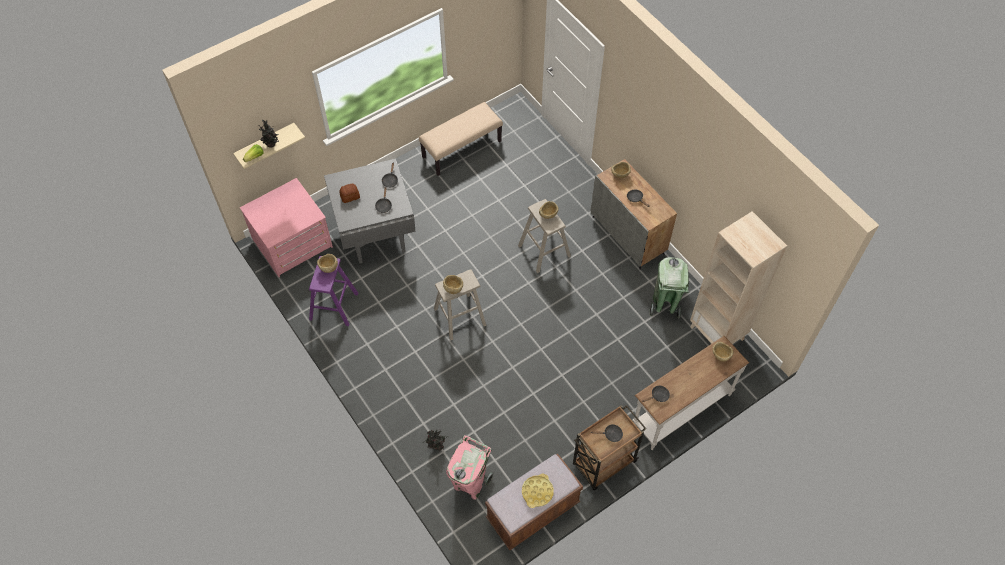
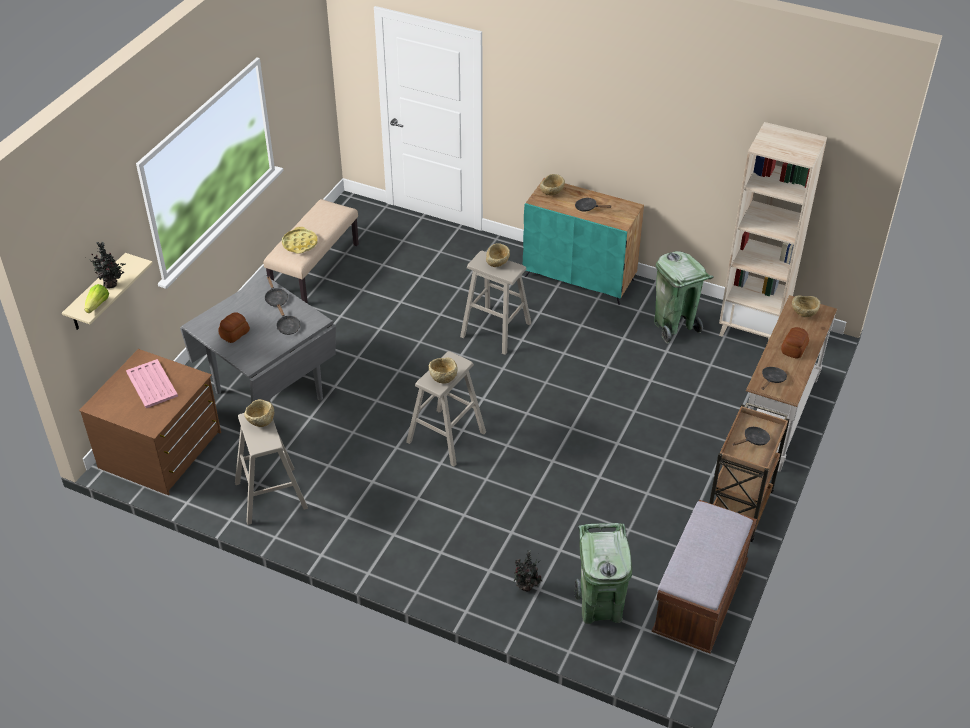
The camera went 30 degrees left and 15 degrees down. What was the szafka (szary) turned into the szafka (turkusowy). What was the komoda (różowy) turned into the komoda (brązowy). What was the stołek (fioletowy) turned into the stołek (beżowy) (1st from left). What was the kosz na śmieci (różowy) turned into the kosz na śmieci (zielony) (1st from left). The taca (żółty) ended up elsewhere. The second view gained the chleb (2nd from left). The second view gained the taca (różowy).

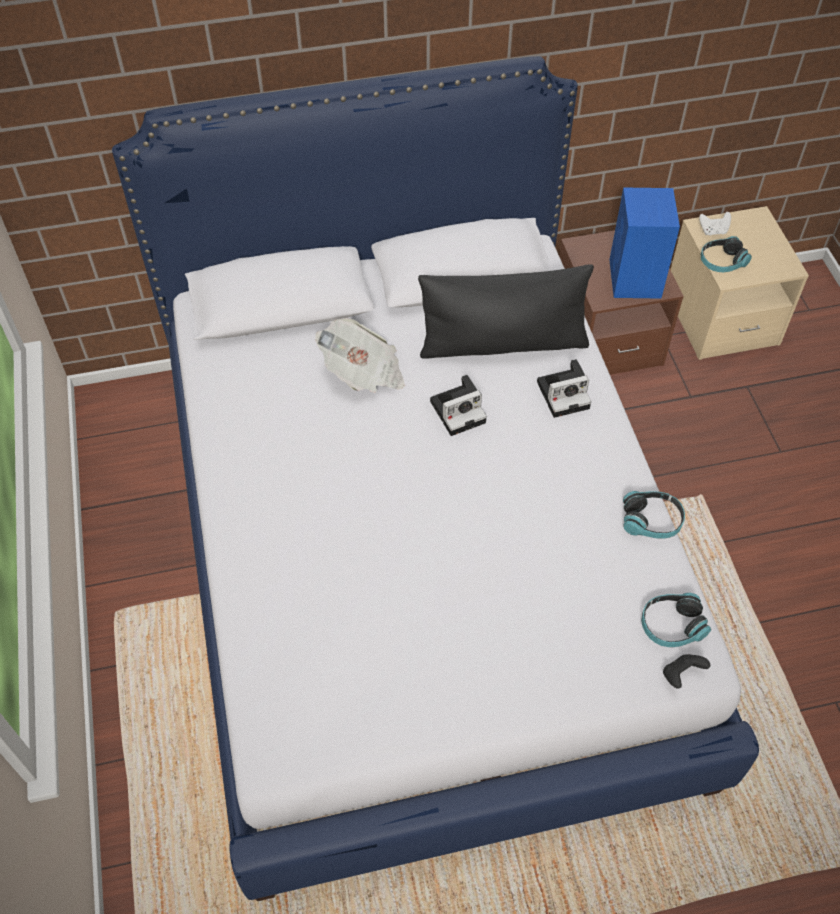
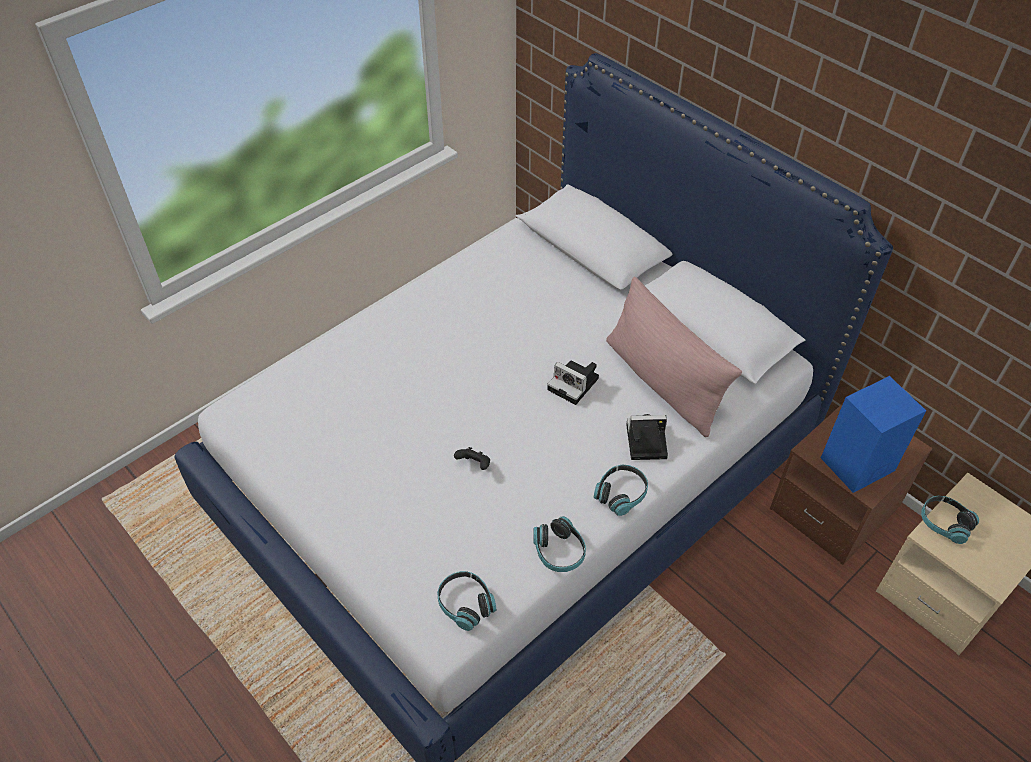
The camera went 60 degrees right and 5 degrees down. The second view lost the pad do gier (biały). What was the poduszka (czarny) turned into the poduszka (różowy). The second view lost the gazeta. The aparat fotograficzny (2nd from left) ended up facing another way, 135 degrees clockwise from before. The pad do gier (czarny) ended up elsewhere. The second view gained the słuchawki (3rd from left).

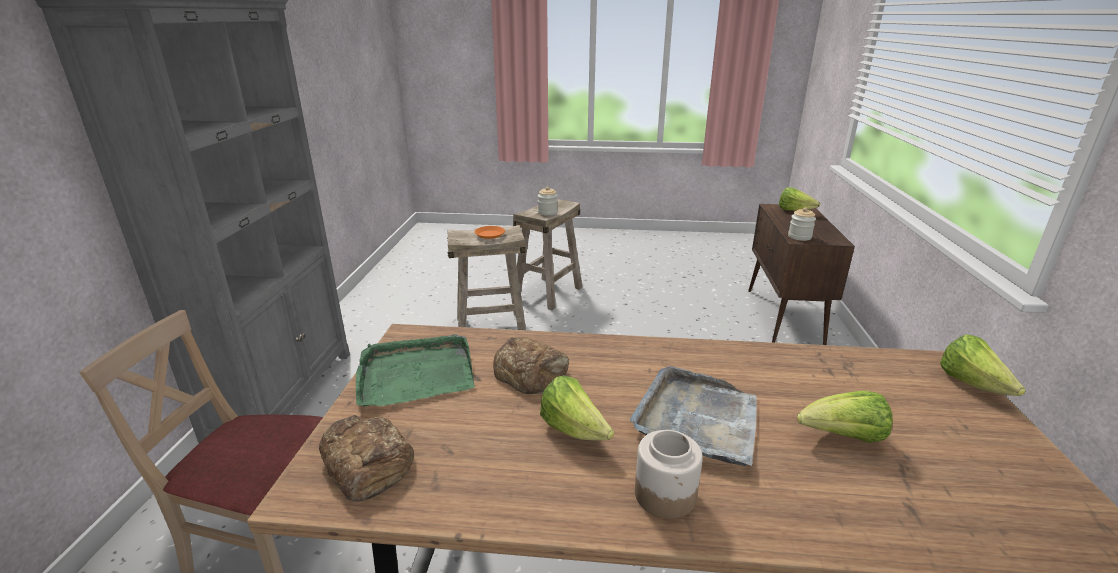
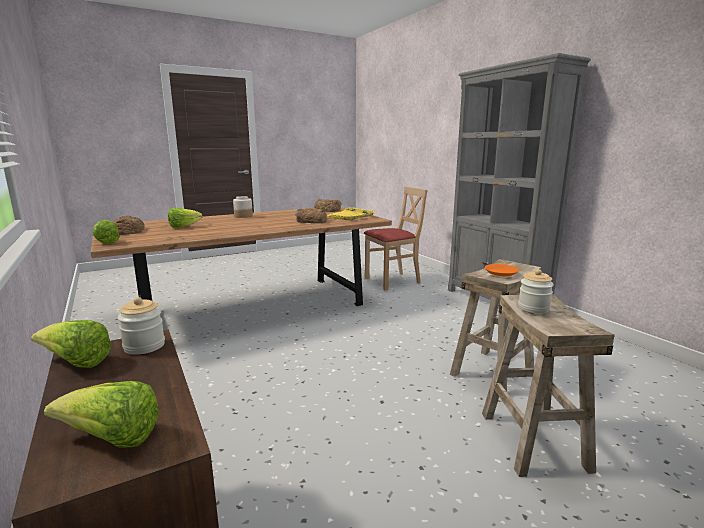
The camera went 145 degrees right and 10 degrees down. What was the taca (zielony) turned into the taca (żółty). The second view lost the taca (szary). The sałata (1st from left) ended up elsewhere. The second view gained the chleb (1st from left).

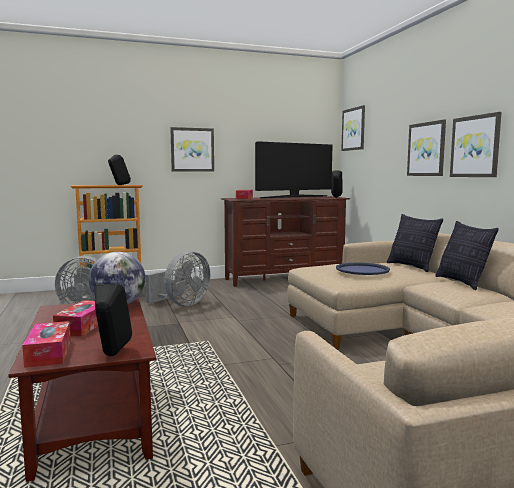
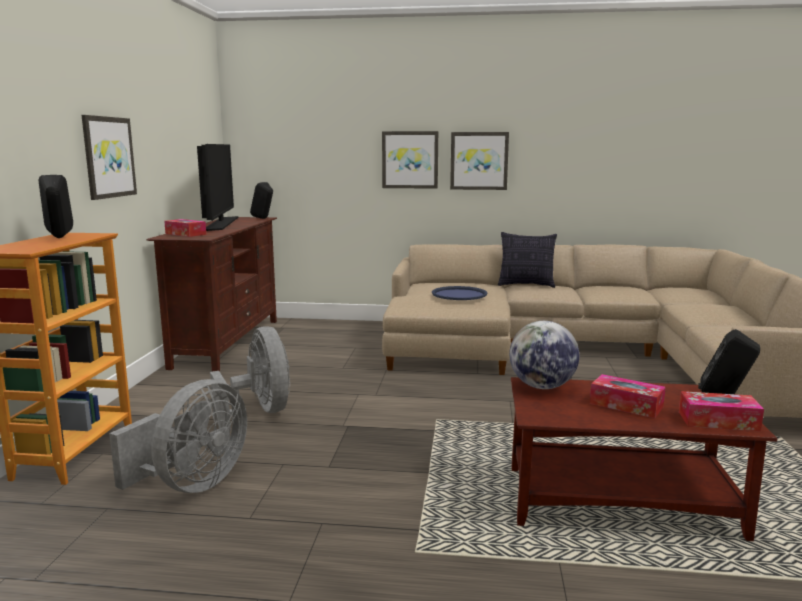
The camera went 65 degrees left and 5 degrees up. The second view lost the obraz (2nd from left). The second view lost the poduszka (1st from left).

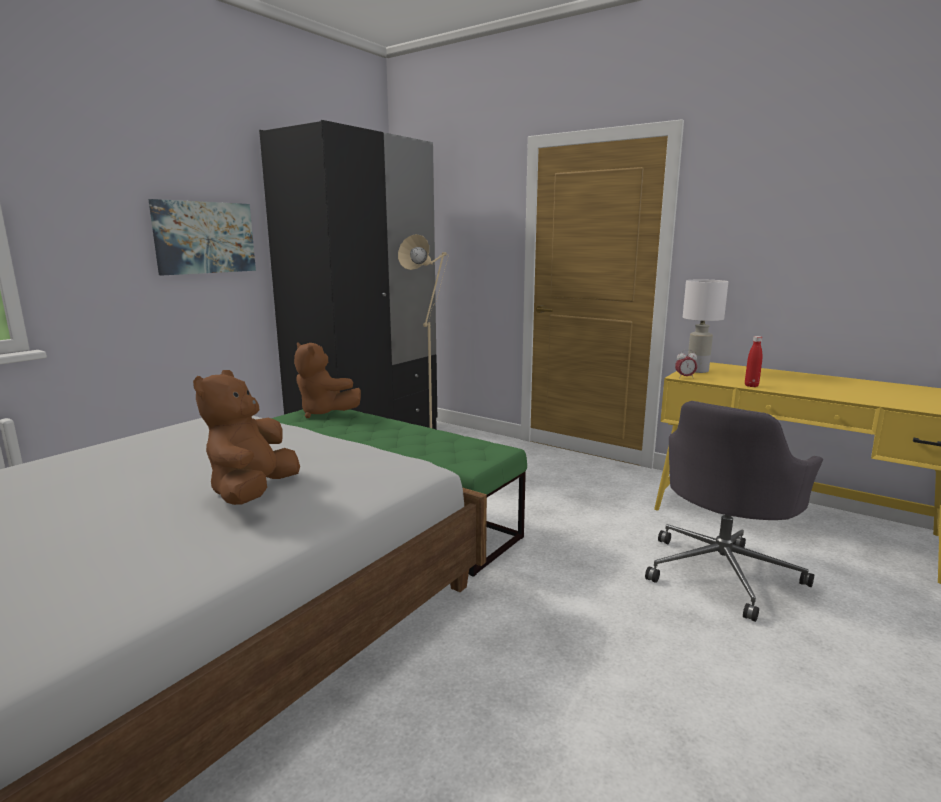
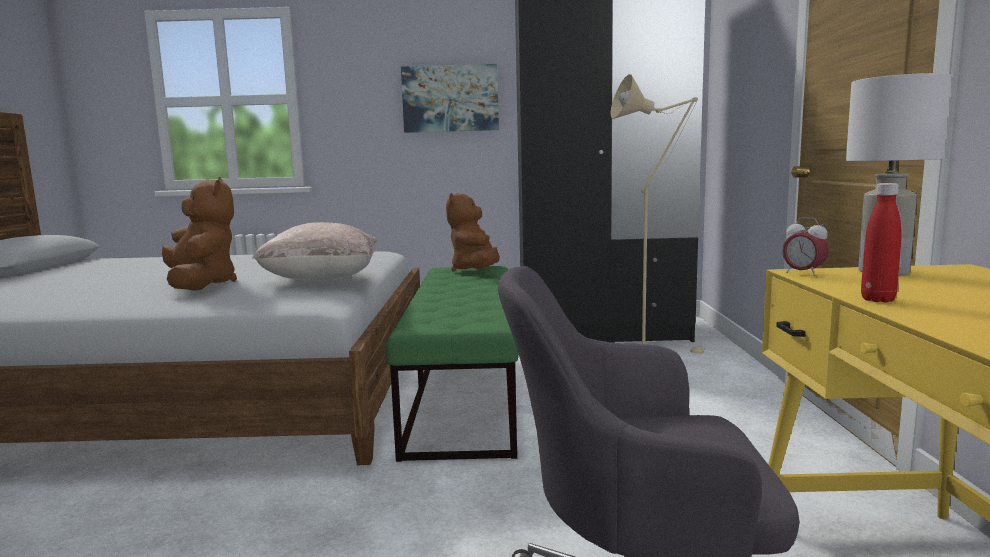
The camera went 55 degrees right and 5 degrees down. The pluszak (brązowy) (1st from left) ended up facing another way, 90 degrees clockwise from before. The second view gained the poduszka (beżowy).

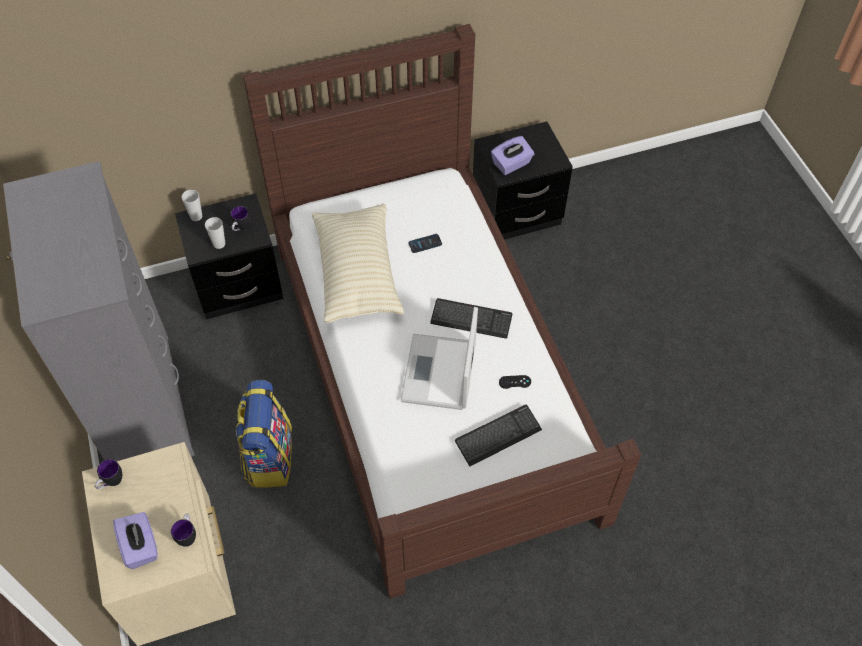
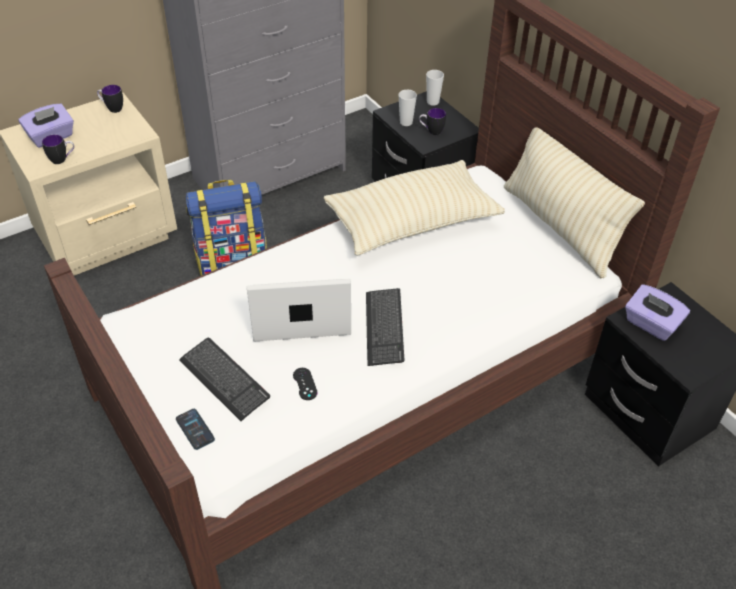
The camera went 75 degrees right and 10 degrees down. The telefon ended up elsewhere. The second view gained the poduszka (beżowy) (2nd from left).

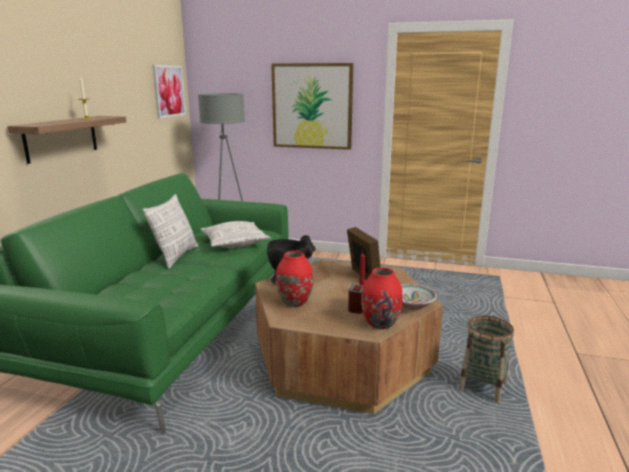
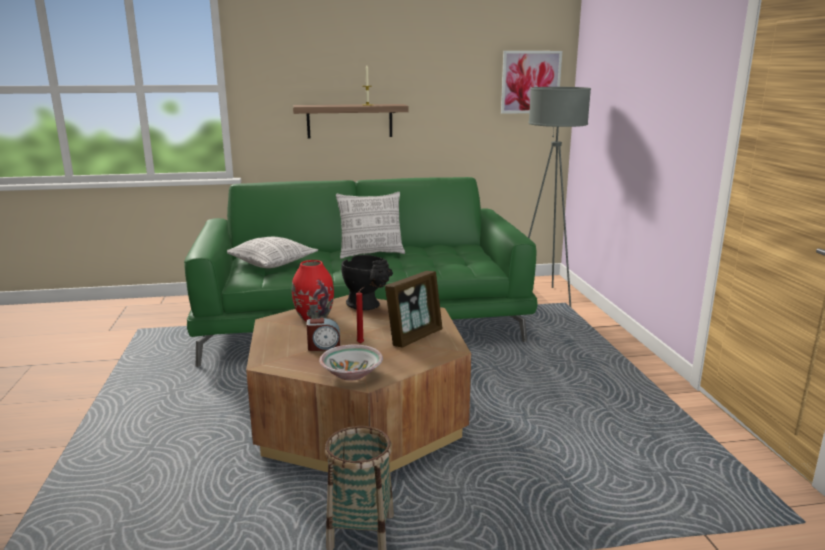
The camera went 65 degrees right and 0 degrees up. The second view lost the obraz (2nd from left). The poduszka (2nd from left in the first image) ended up elsewhere. The second view lost the wazon (czerwony) (2nd from left).

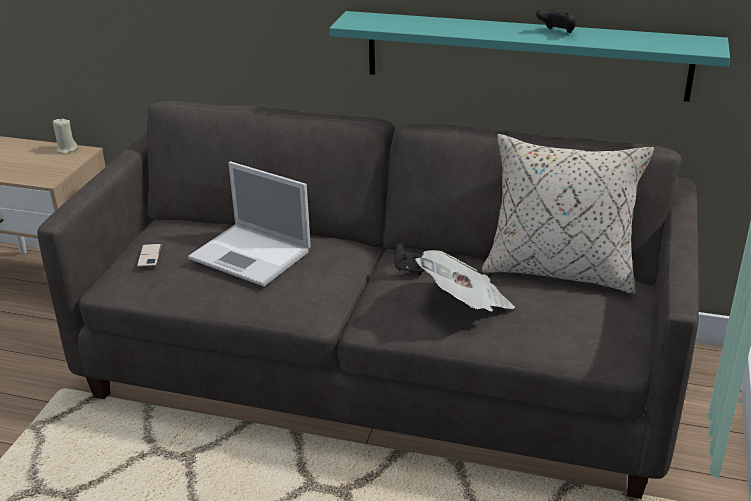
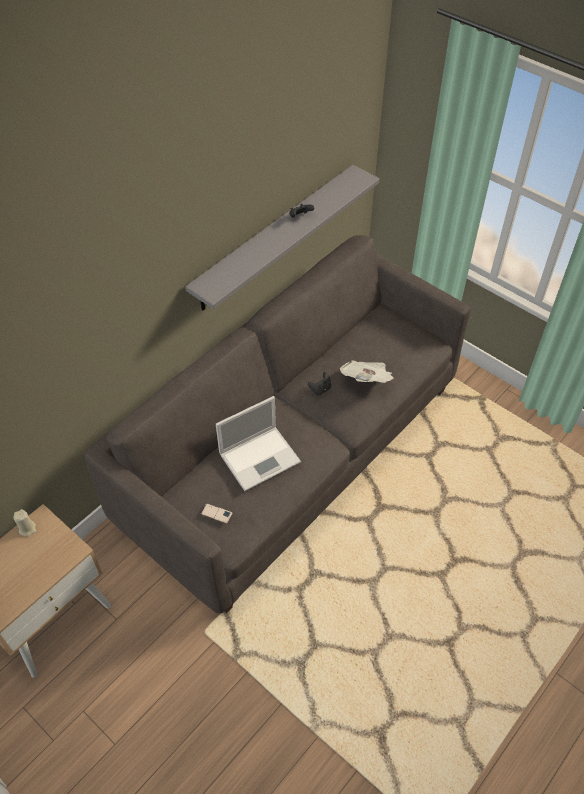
The camera went 65 degrees left and 20 degrees up. What was the półka (turkusowy) turned into the półka (szary). The second view lost the poduszka (beżowy).

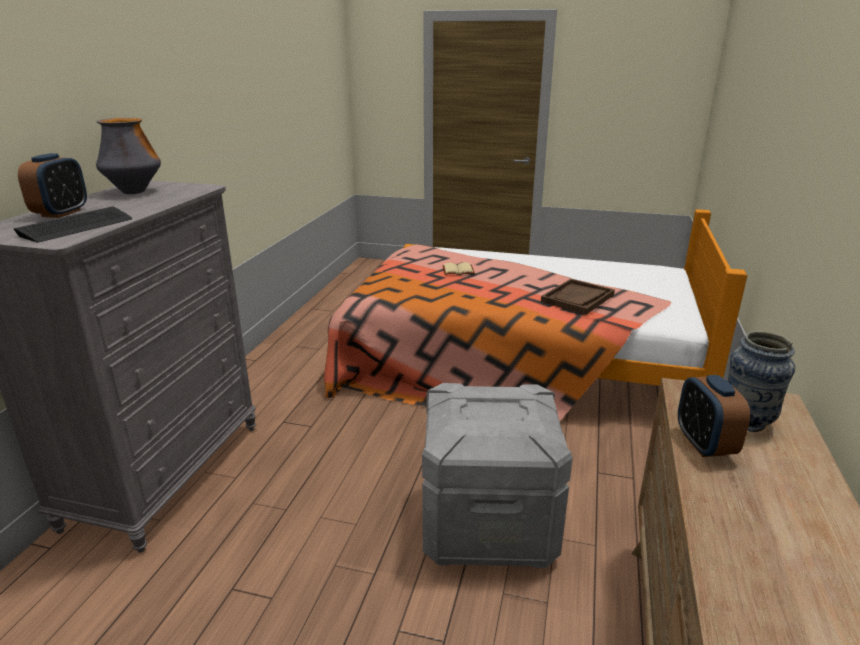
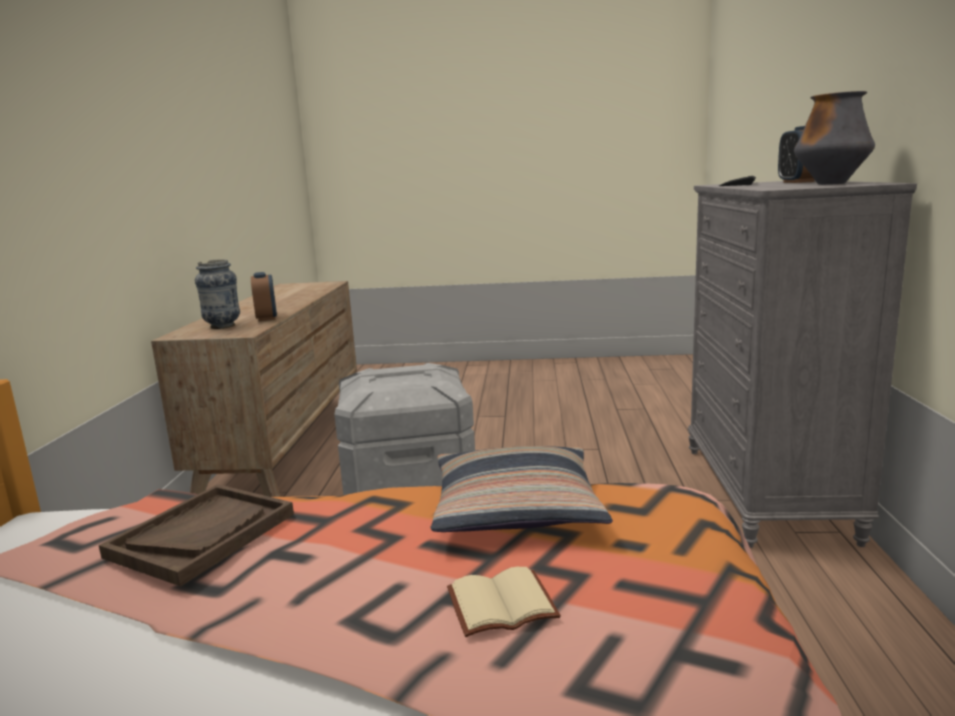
The camera went 170 degrees right and 10 degrees down. The second view gained the poduszka.

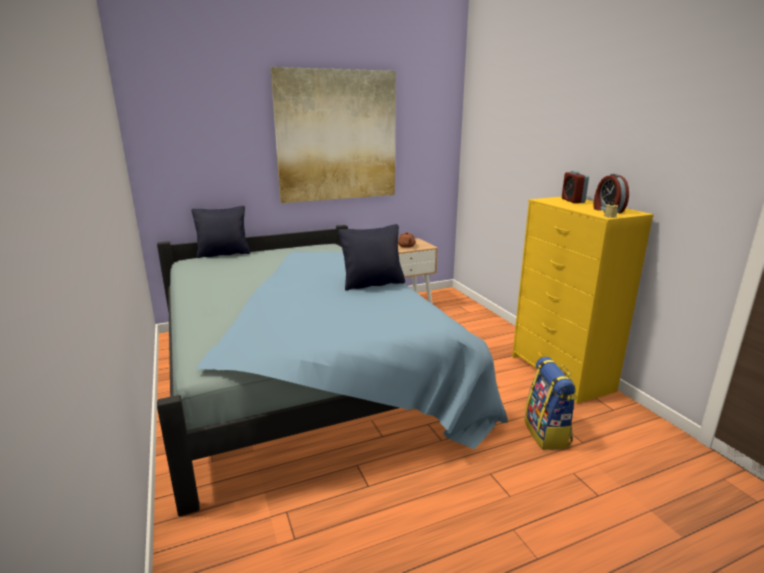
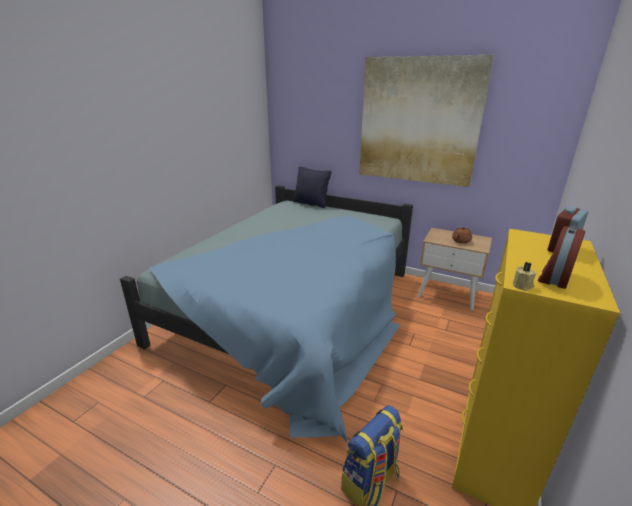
The camera went 50 degrees right and 5 degrees up. The second view lost the poduszka (czarny) (2nd from left).

